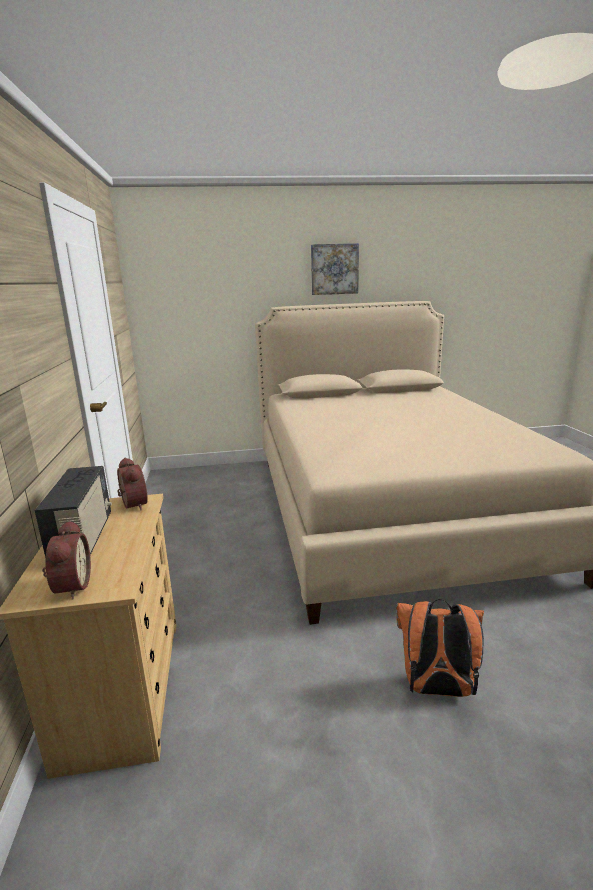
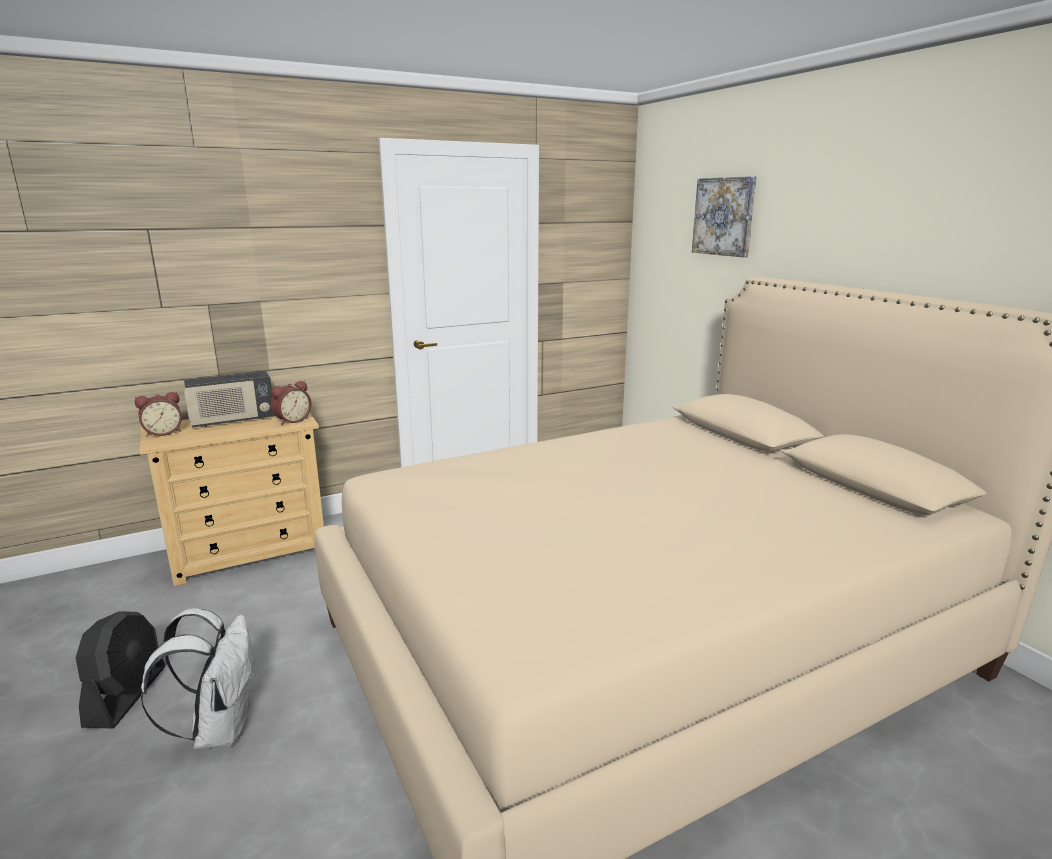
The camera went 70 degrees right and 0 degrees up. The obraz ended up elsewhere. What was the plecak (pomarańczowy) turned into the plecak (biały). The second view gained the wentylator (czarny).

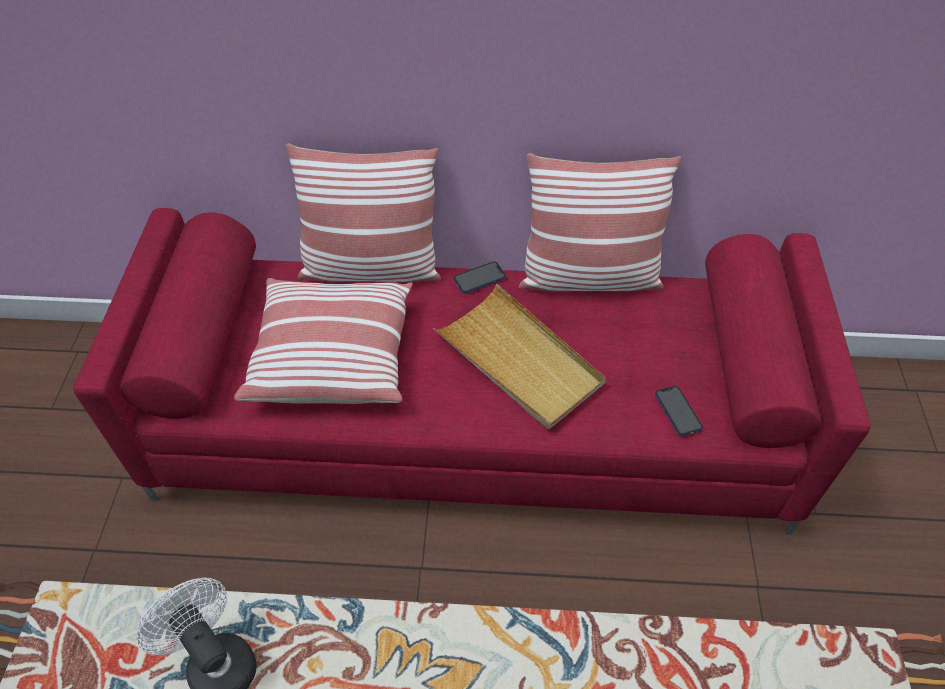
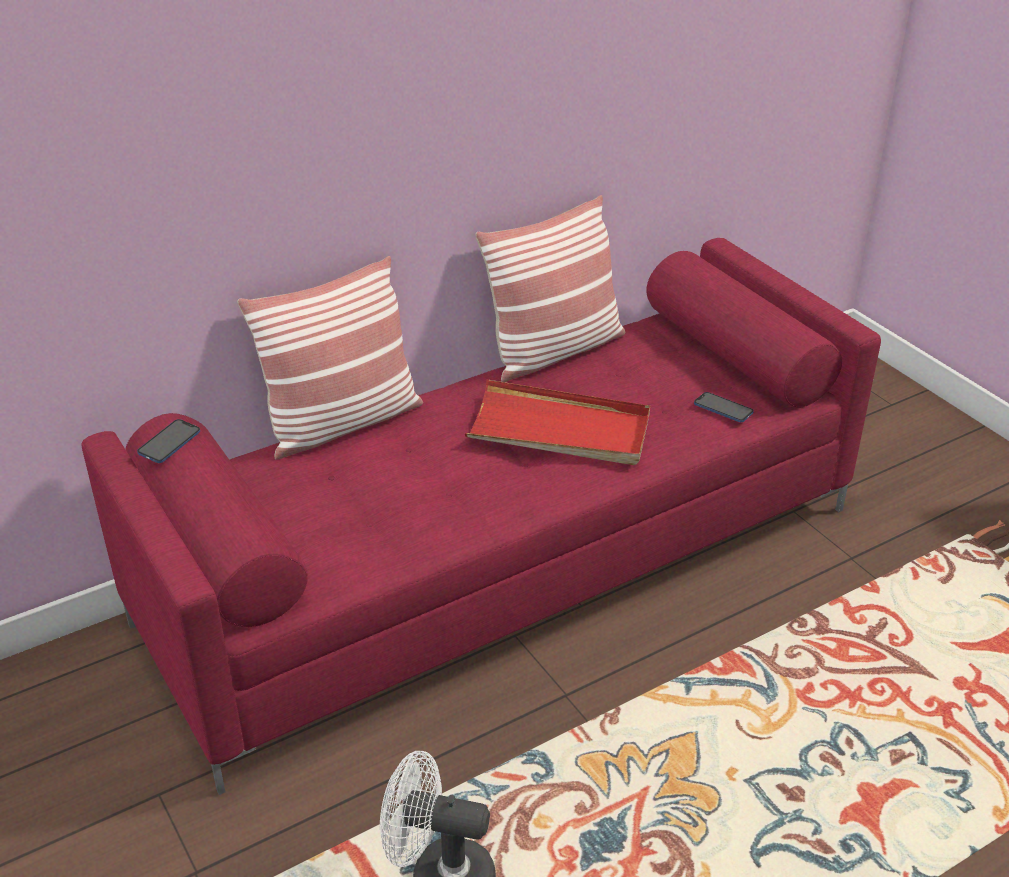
The camera went 35 degrees left and 15 degrees down. The telefon (1st from left) ended up elsewhere. The second view lost the poduszka (1st from left). What was the taca (beżowy) turned into the taca (czerwony).

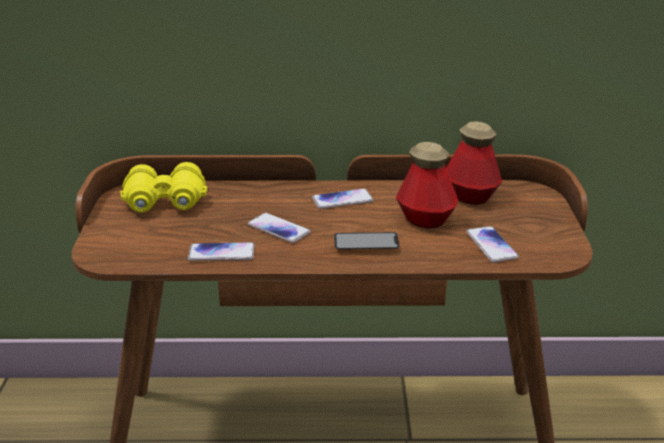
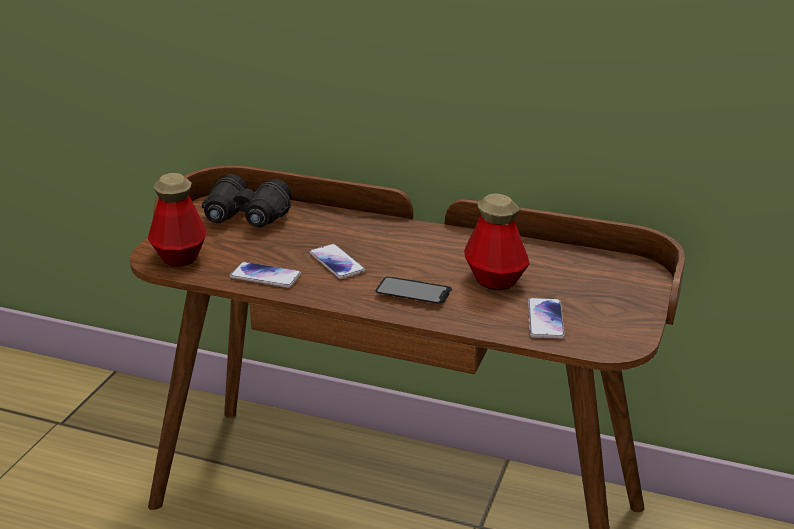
The camera went 20 degrees right and 0 degrees up. The butelka (2nd from left in the first image) ended up elsewhere. What was the lornetka (żółty) turned into the lornetka (czarny). The second view lost the telefon (3rd from left).

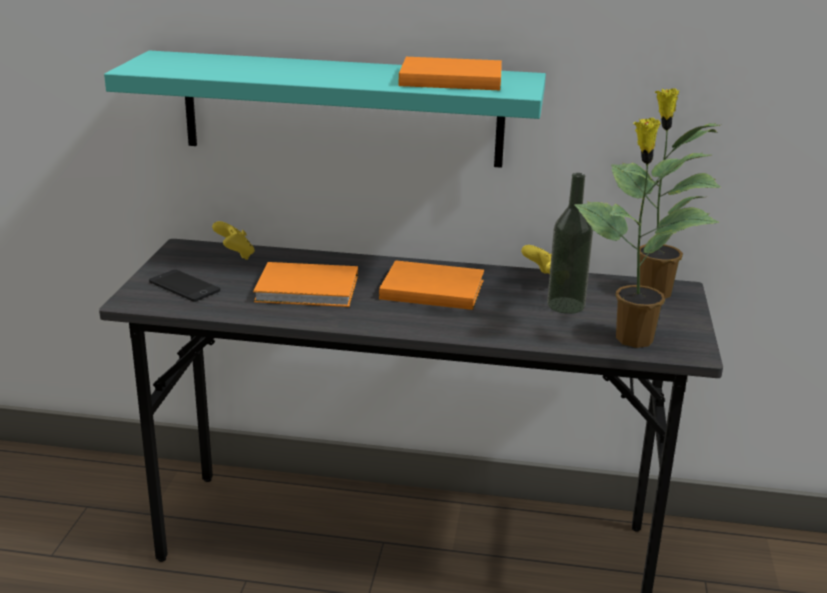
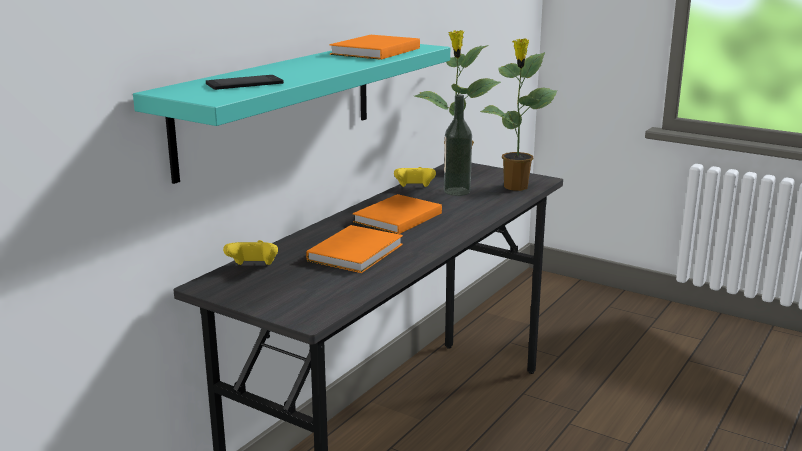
The camera went 65 degrees left and 5 degrees down. The telefon ended up elsewhere.

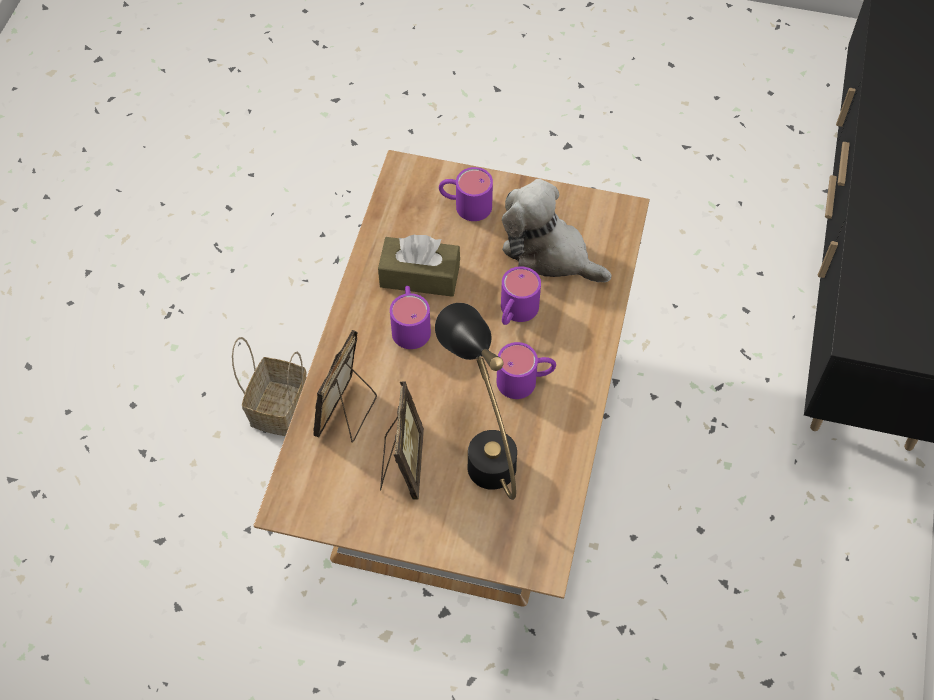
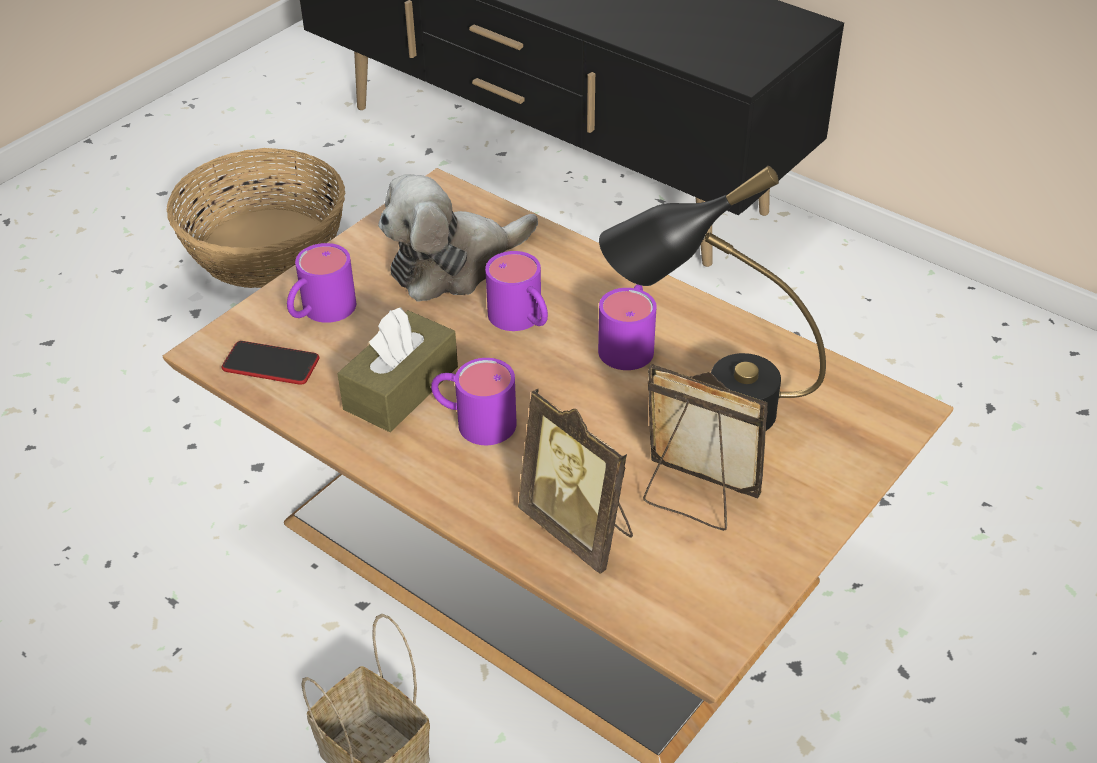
The camera went 65 degrees left and 15 degrees down. The second view gained the koszyk (1st from left). The second view gained the telefon.

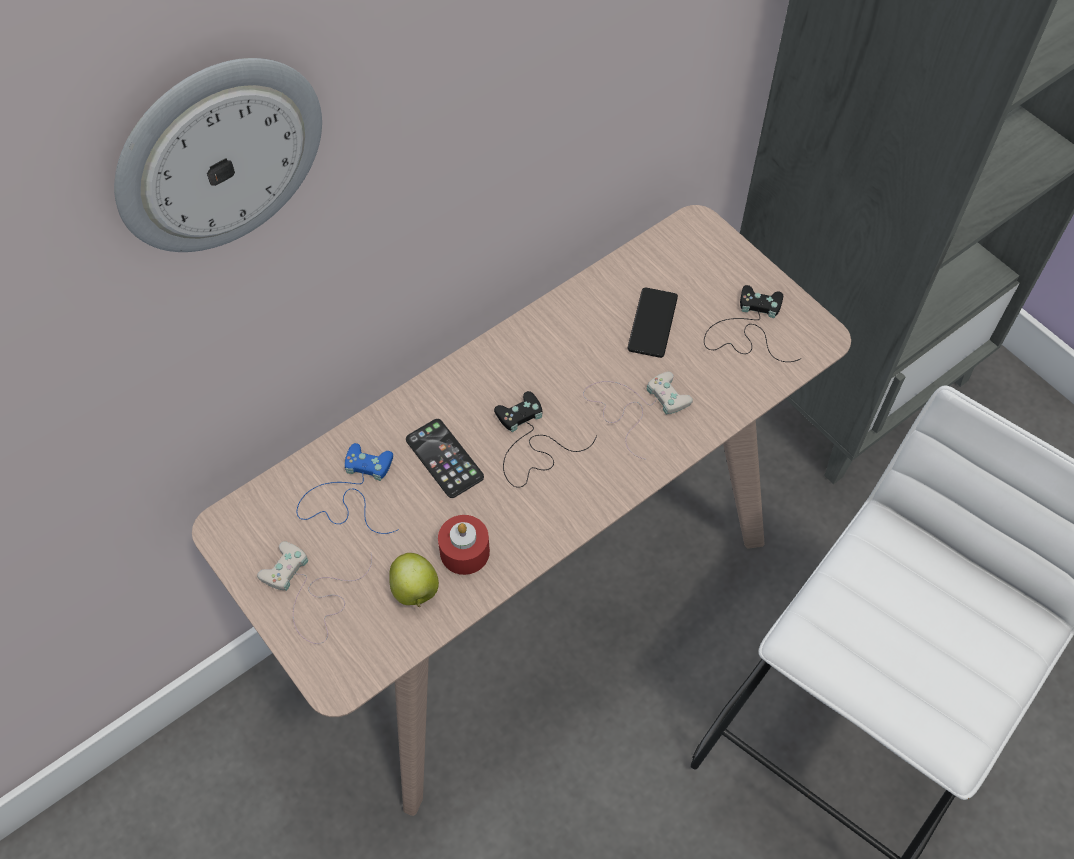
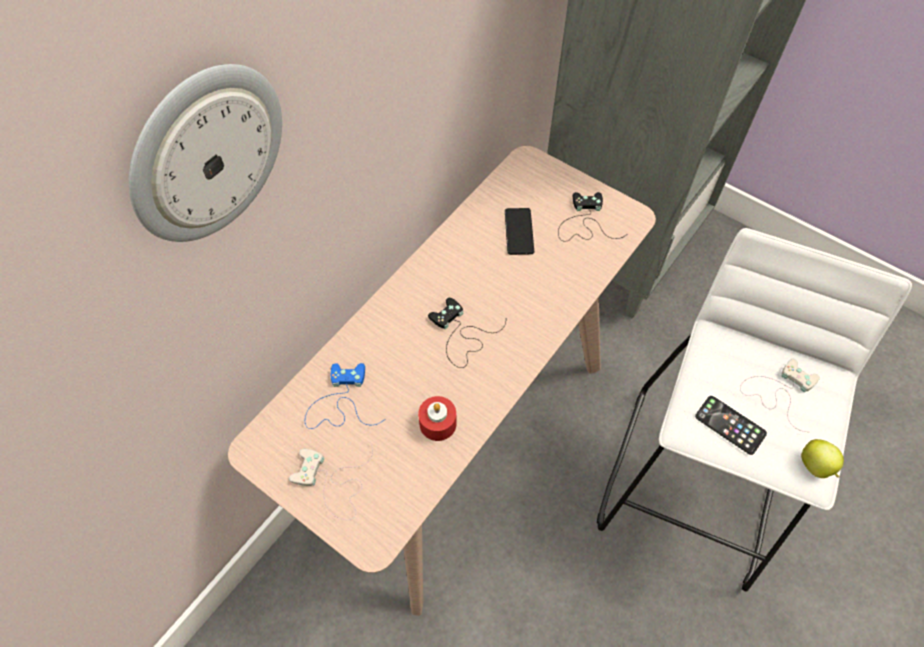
The camera went 15 degrees left and 0 degrees up. The pad do gier (biały) (2nd from left) ended up elsewhere. The telefon (1st from left in the first image) ended up elsewhere. The jabłko ended up elsewhere.

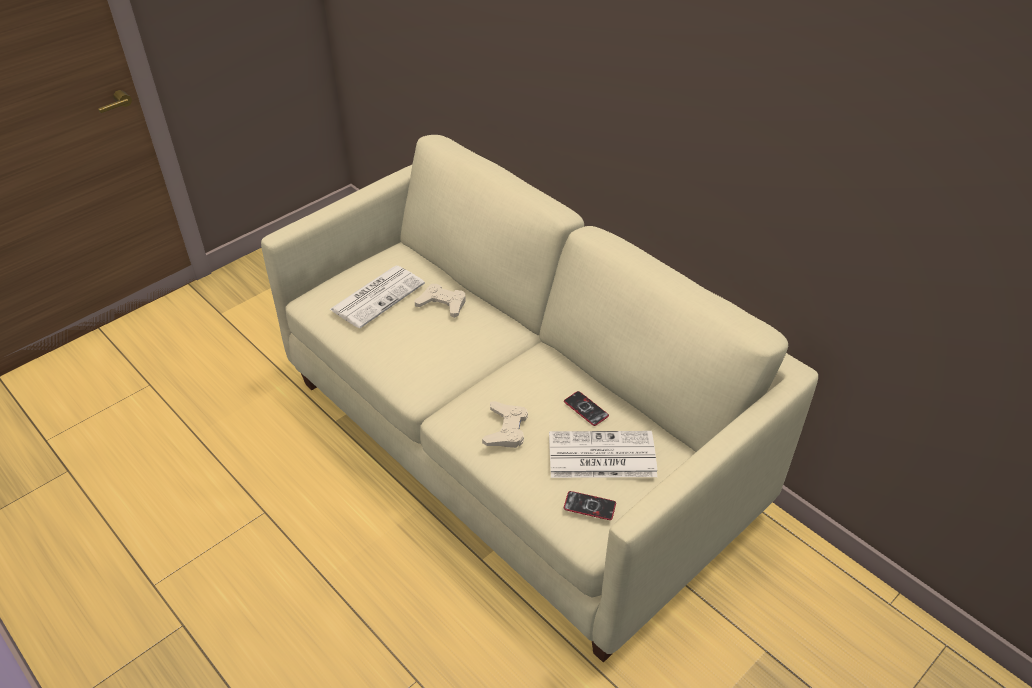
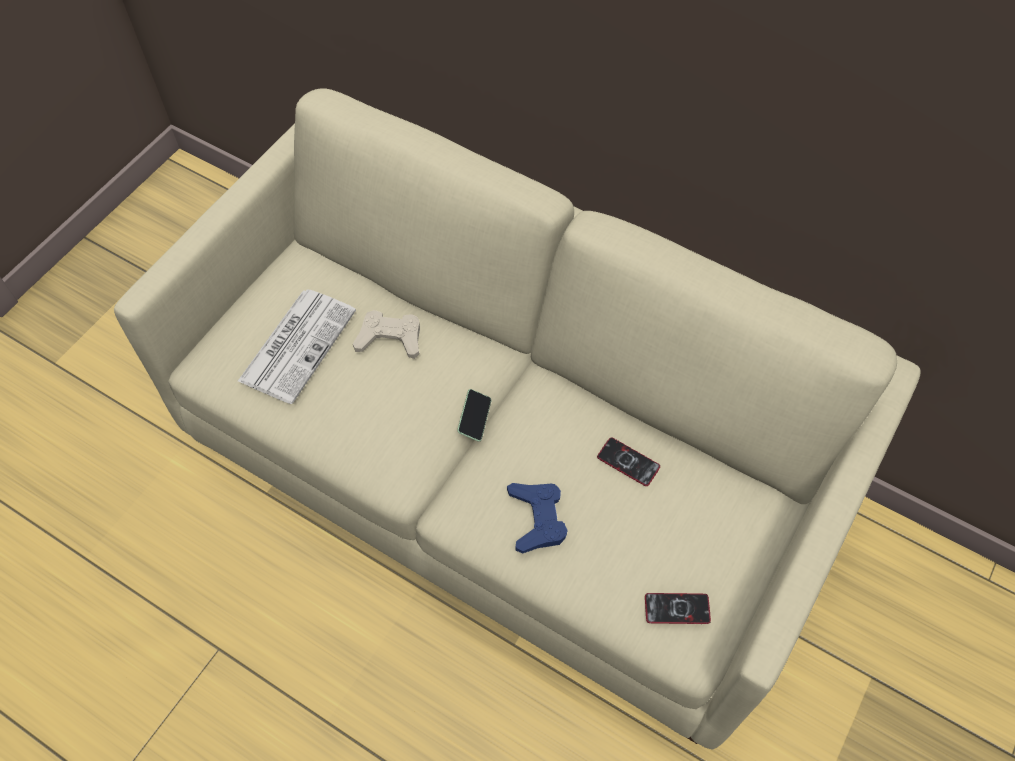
The camera went 15 degrees left and 15 degrees up. What was the pad do gier (beżowy) (2nd from left) turned into the pad do gier (niebieski). The second view lost the gazeta (2nd from left). The second view gained the telefon (1st from left).

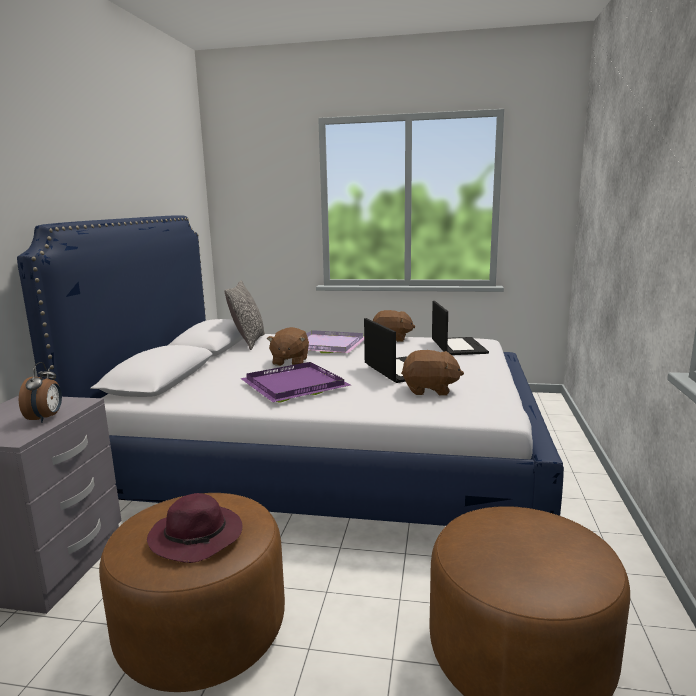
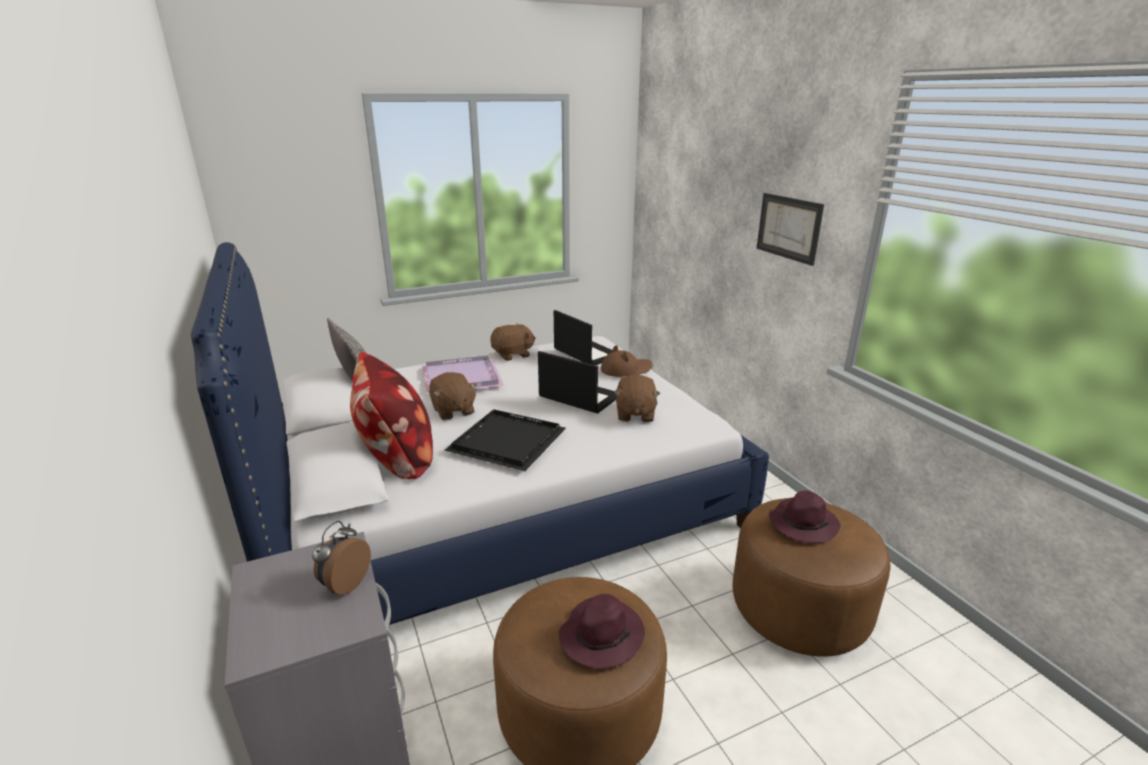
The camera went 35 degrees left and 10 degrees up. The pluszak (brązowy) (3rd from left) ended up facing another way, 120 degrees clockwise from before. The budzik ended up facing another way, 120 degrees counterclockwise from before. What was the taca (fioletowy) (1st from left) turned into the taca (czarny). The second view gained the obraz. The second view gained the kapelusz (brązowy). The second view gained the poduszka (2nd from left). The second view gained the kapelusz (fioletowy) (2nd from left).

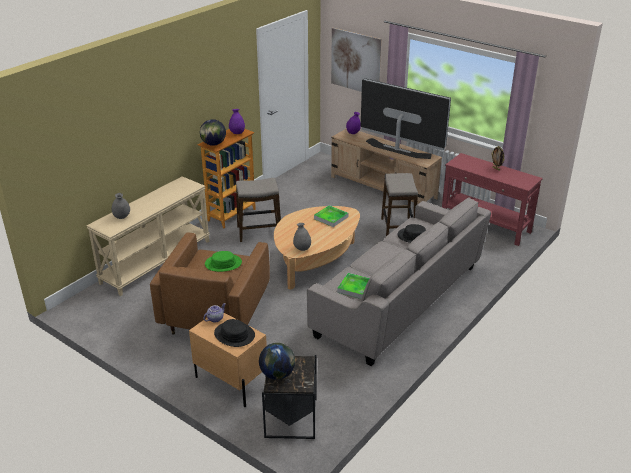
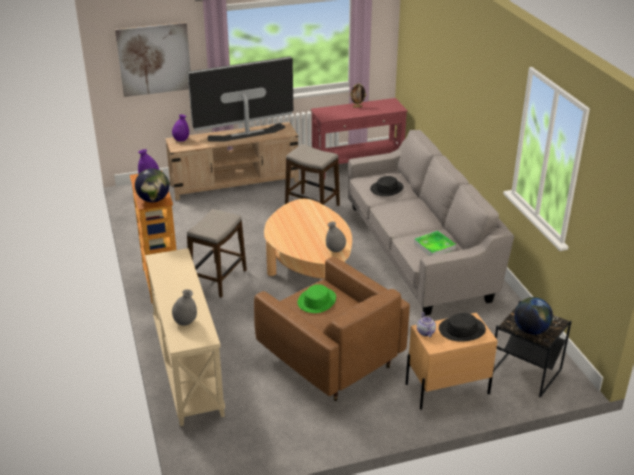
The camera went 55 degrees left and 0 degrees up. The second view lost the taca (1st from left).

